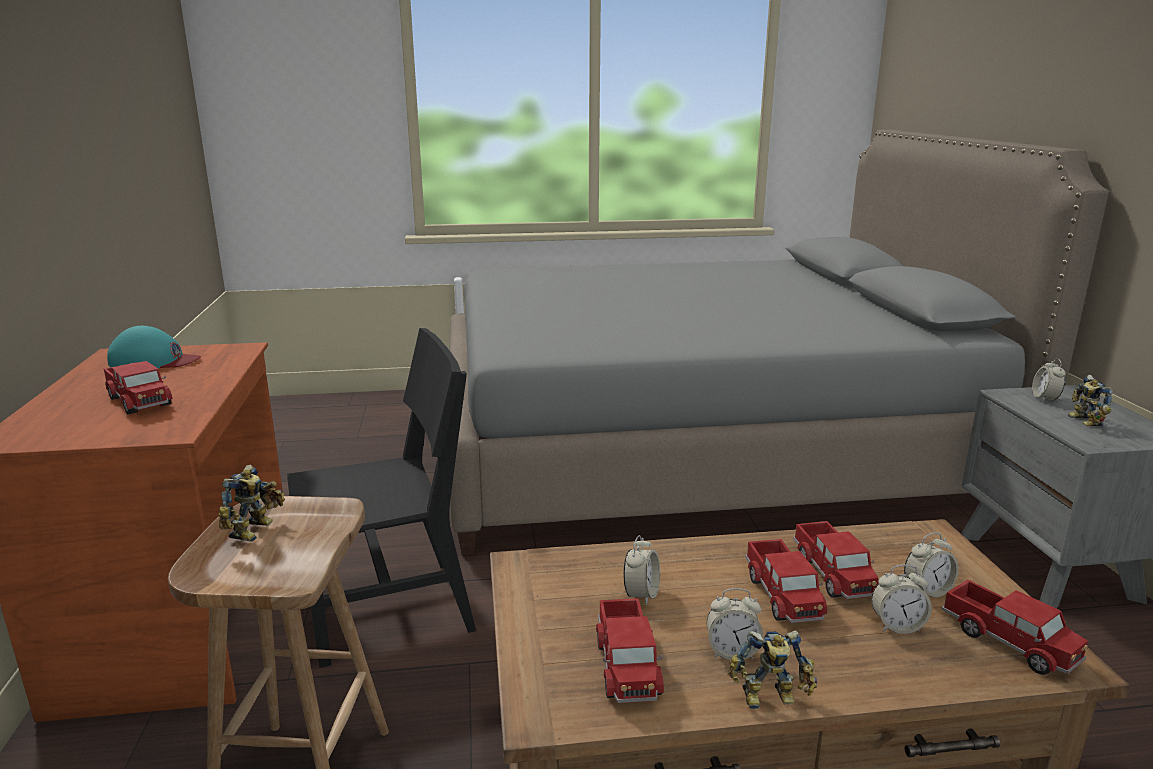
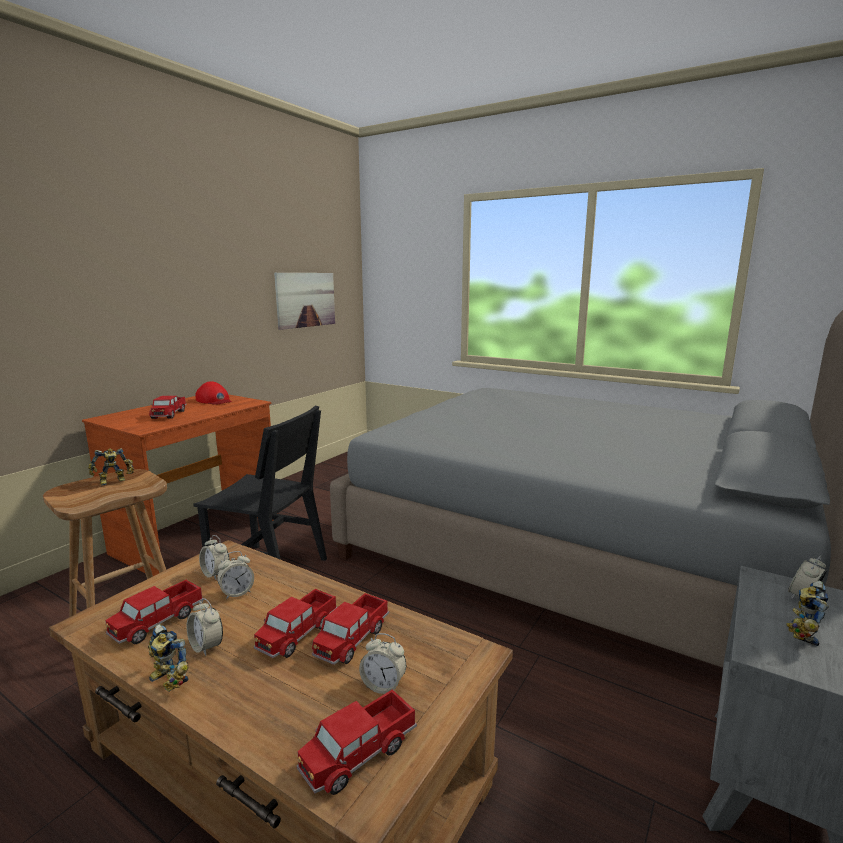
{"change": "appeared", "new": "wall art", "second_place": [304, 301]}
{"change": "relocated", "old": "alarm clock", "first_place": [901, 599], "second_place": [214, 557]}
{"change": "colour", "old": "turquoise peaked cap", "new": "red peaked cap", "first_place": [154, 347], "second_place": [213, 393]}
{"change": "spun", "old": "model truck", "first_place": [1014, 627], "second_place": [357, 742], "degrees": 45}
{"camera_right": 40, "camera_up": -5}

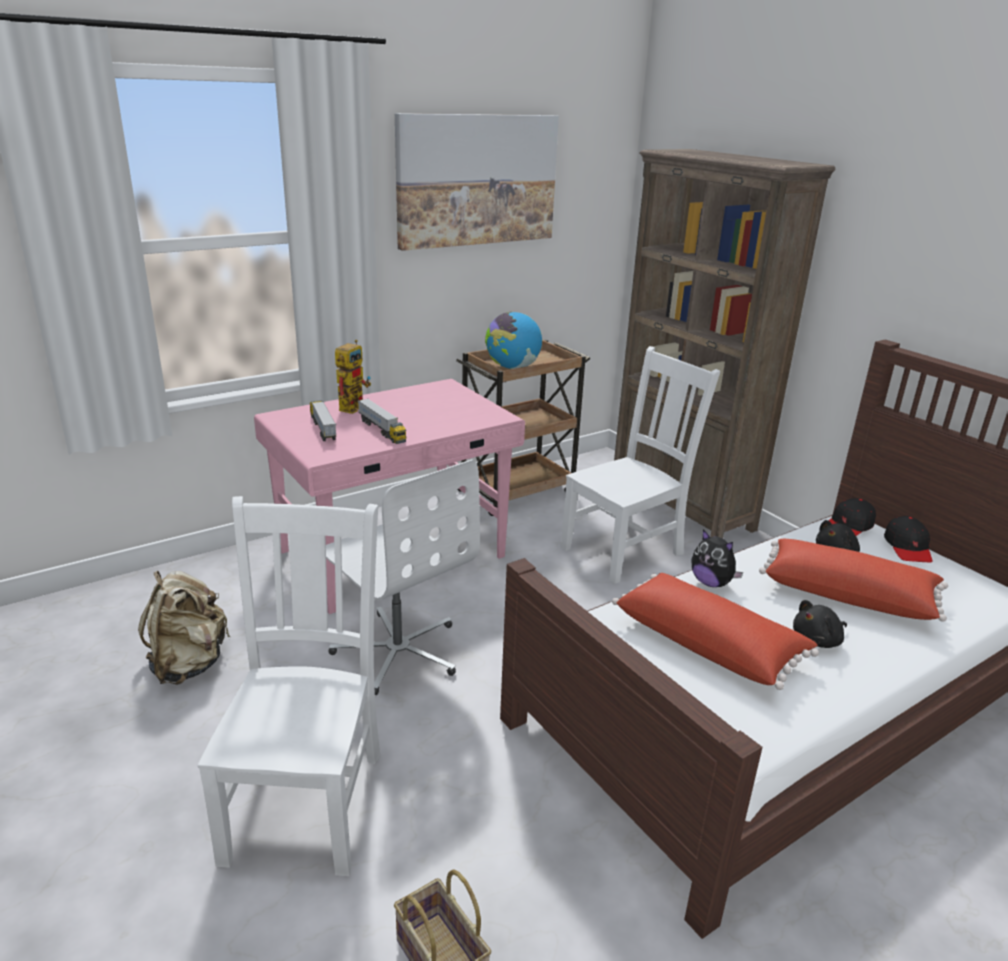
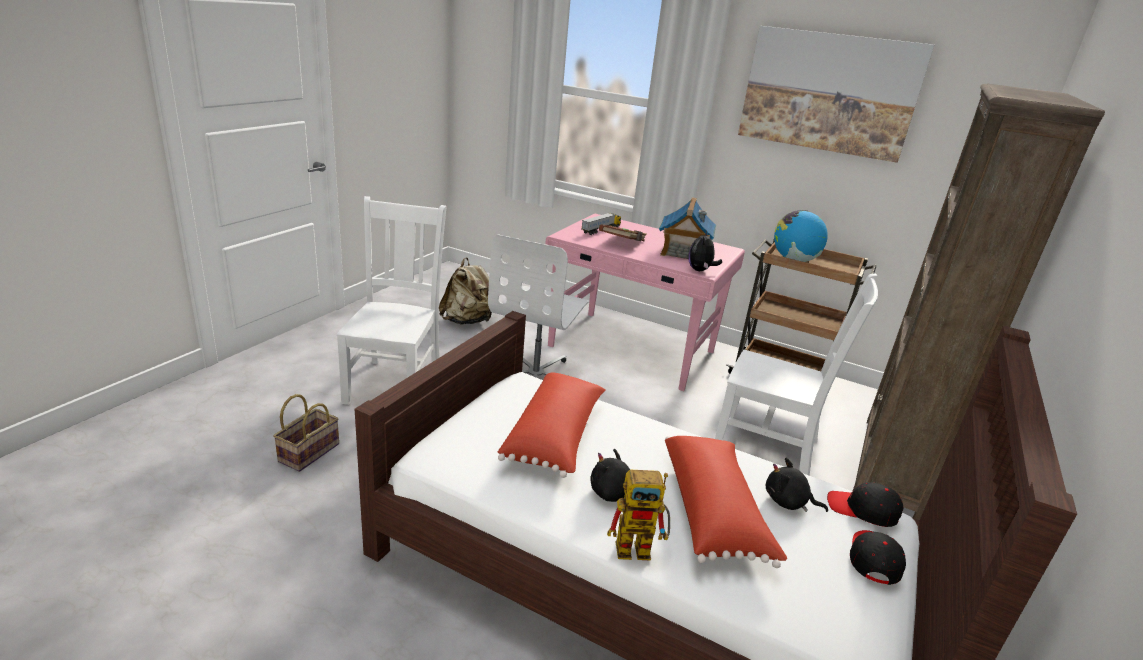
{"change": "appeared", "new": "miniature house", "second_place": [687, 228]}
{"change": "relocated", "old": "toy robot", "first_place": [353, 377], "second_place": [638, 515]}
{"change": "relocated", "old": "cuddly toy", "first_place": [717, 558], "second_place": [705, 251]}
{"change": "exchanged", "old": "model truck", "new": "brown bound book", "first_place": [382, 421], "second_place": [623, 232]}
{"change": "spun", "old": "white-coloured upright chair", "first_place": [289, 686], "second_place": [391, 300], "degrees": -60}
{"change": "spun", "old": "black peaked cap", "first_place": [908, 539], "second_place": [878, 557], "degrees": 135}
{"camera_right": 60, "camera_up": 0}

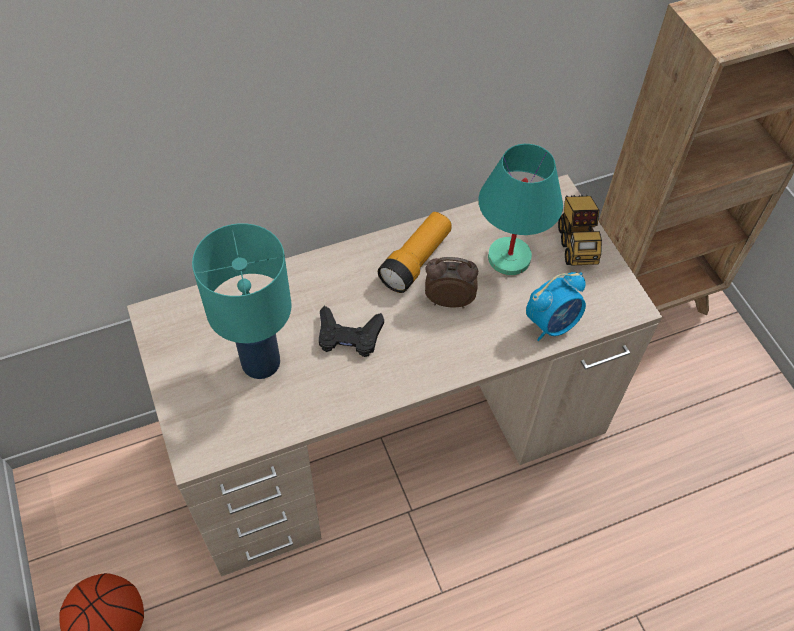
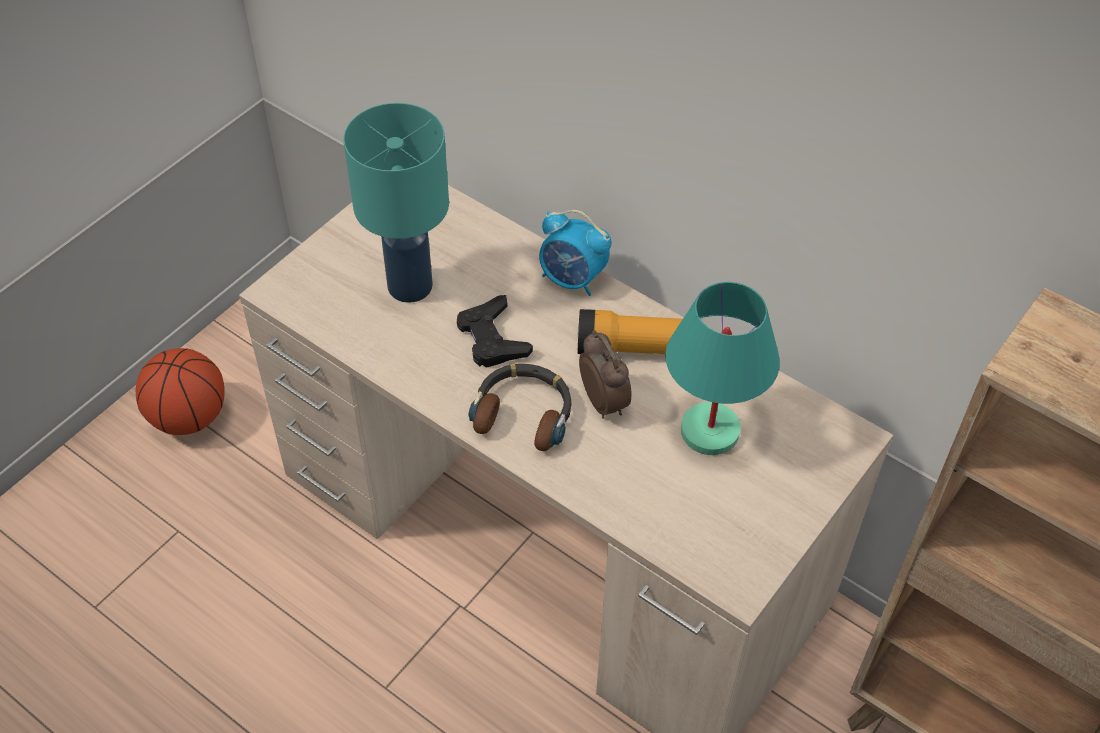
{"change": "missing", "old": "model truck", "first_place": [580, 230]}
{"change": "appeared", "new": "headset", "second_place": [520, 407]}
{"change": "relocated", "old": "alarm clock", "first_place": [556, 306], "second_place": [575, 253]}
{"camera_right": 60, "camera_up": -5}

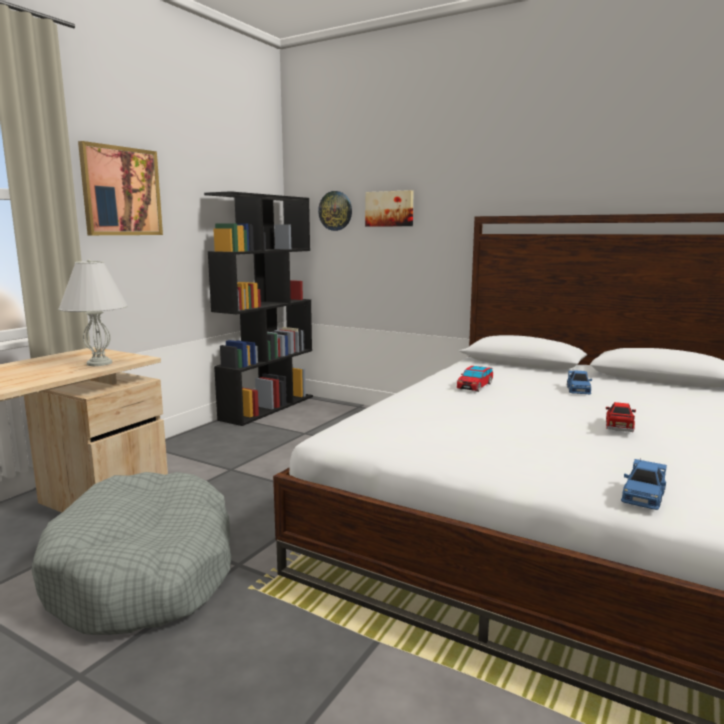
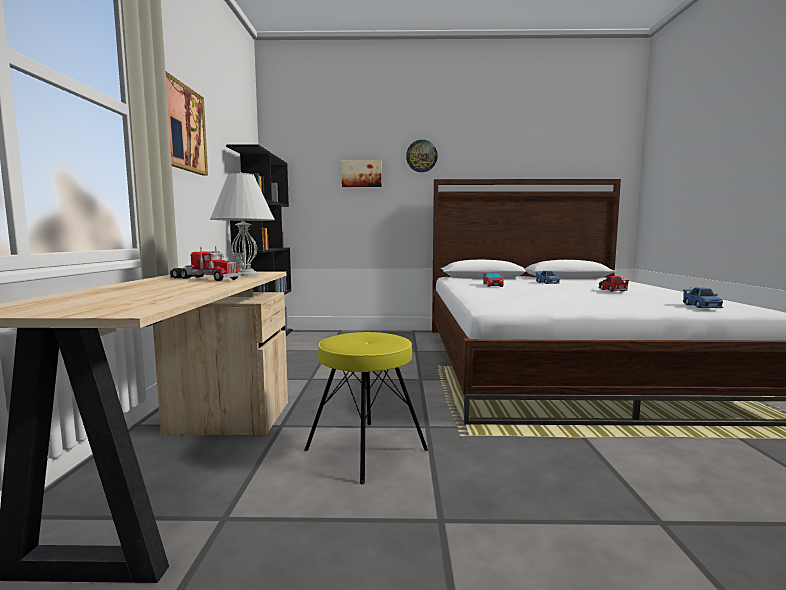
{"change": "appeared", "new": "model truck", "second_place": [205, 263]}
{"change": "relocated", "old": "clock on the wall", "first_place": [335, 211], "second_place": [422, 156]}
{"change": "exchanged", "old": "gray dog cushion", "new": "yellow sitting stool", "first_place": [131, 553], "second_place": [366, 408]}
{"camera_right": -30, "camera_up": -5}

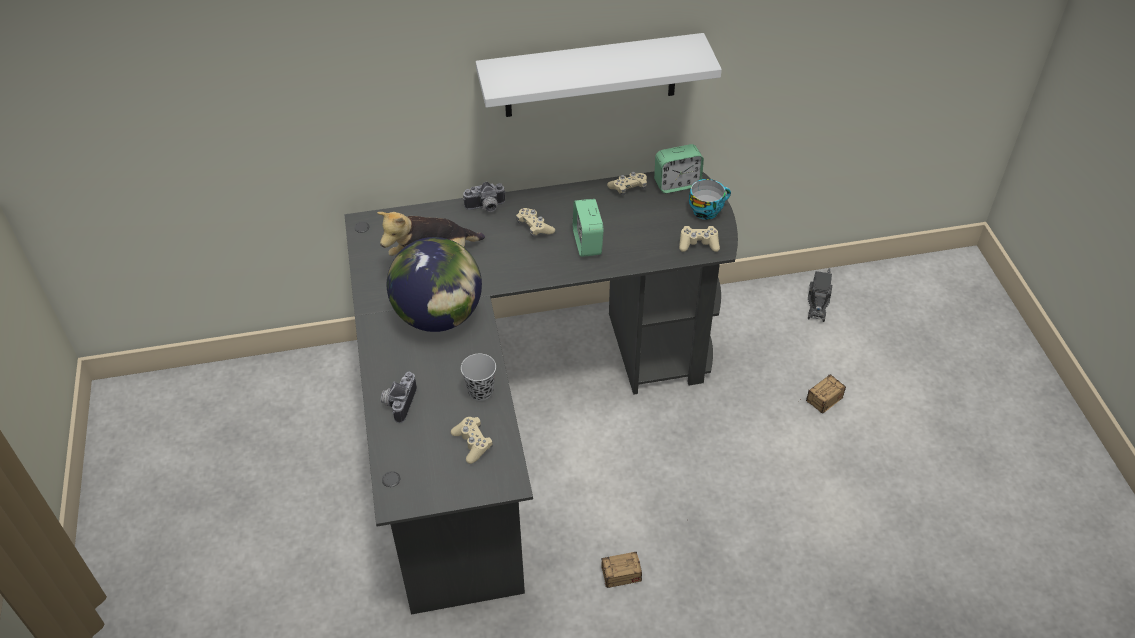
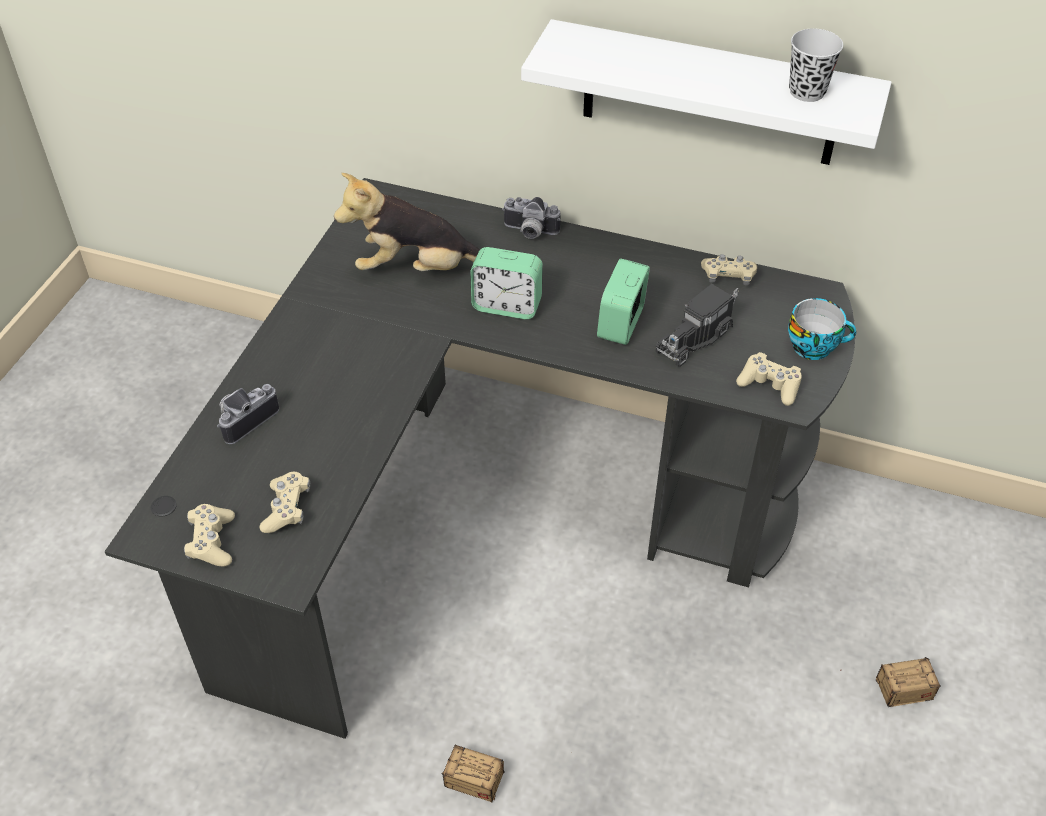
{"change": "missing", "old": "globe", "first_place": [434, 284]}
{"change": "relocated", "old": "black cup", "first_place": [478, 377], "second_place": [816, 65]}
{"change": "relocated", "old": "beige gamepad", "first_place": [535, 222], "second_place": [209, 535]}
{"change": "relocated", "old": "alarm clock", "first_place": [679, 168], "second_place": [506, 283]}
{"change": "relocated", "old": "model truck", "first_place": [820, 295], "second_place": [697, 325]}
{"camera_right": 30, "camera_up": 0}

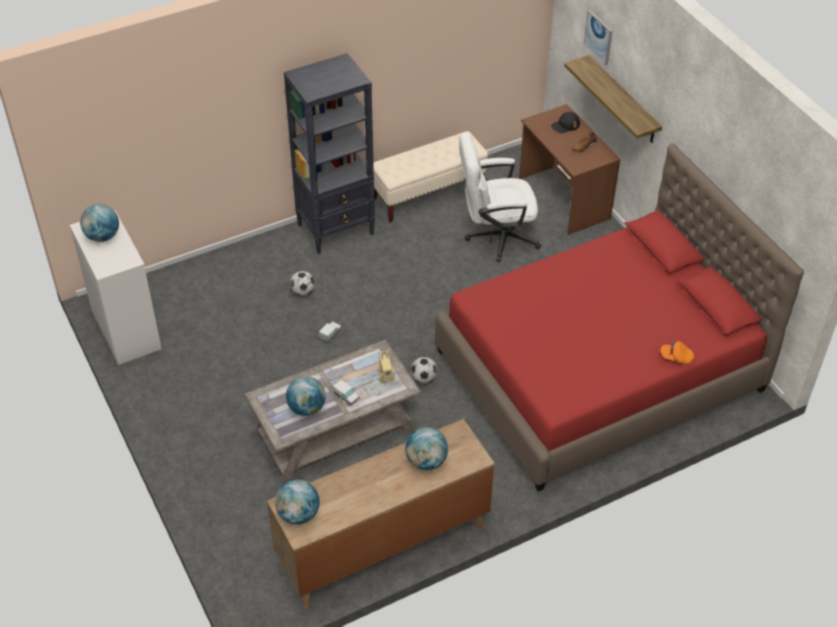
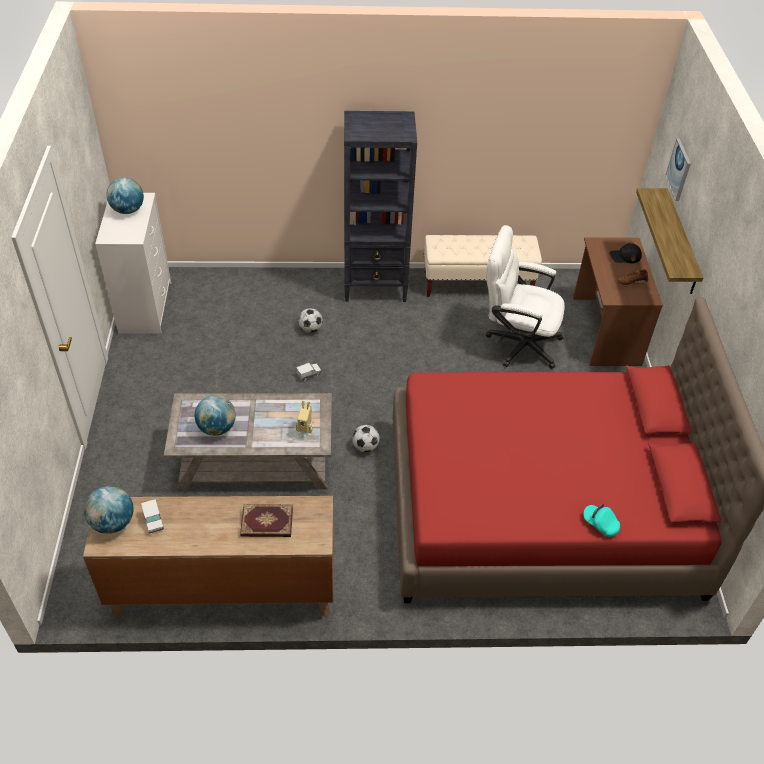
{"change": "relocated", "old": "model truck", "first_place": [346, 392], "second_place": [152, 516]}
{"change": "exchanged", "old": "globe", "new": "bound book", "first_place": [426, 448], "second_place": [266, 520]}
{"change": "colour", "old": "orange peaked cap", "new": "turquoise peaked cap", "first_place": [677, 352], "second_place": [601, 520]}
{"camera_right": 25, "camera_up": 0}

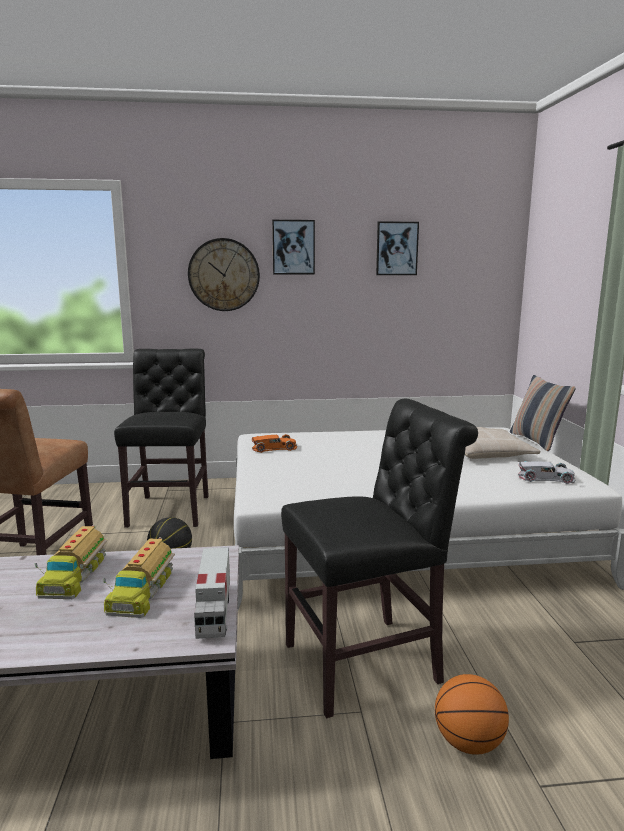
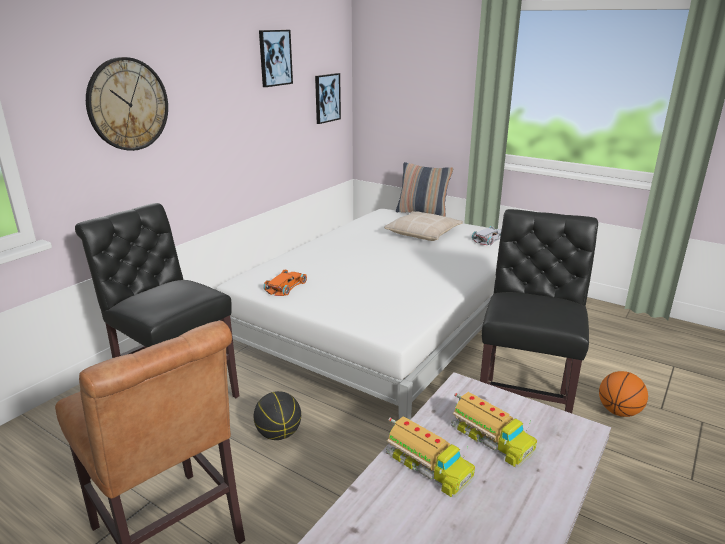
{"change": "missing", "old": "model truck", "first_place": [212, 593]}
{"change": "relocated", "old": "wall art", "first_place": [293, 247], "second_place": [328, 98]}
{"camera_right": -50, "camera_up": 10}

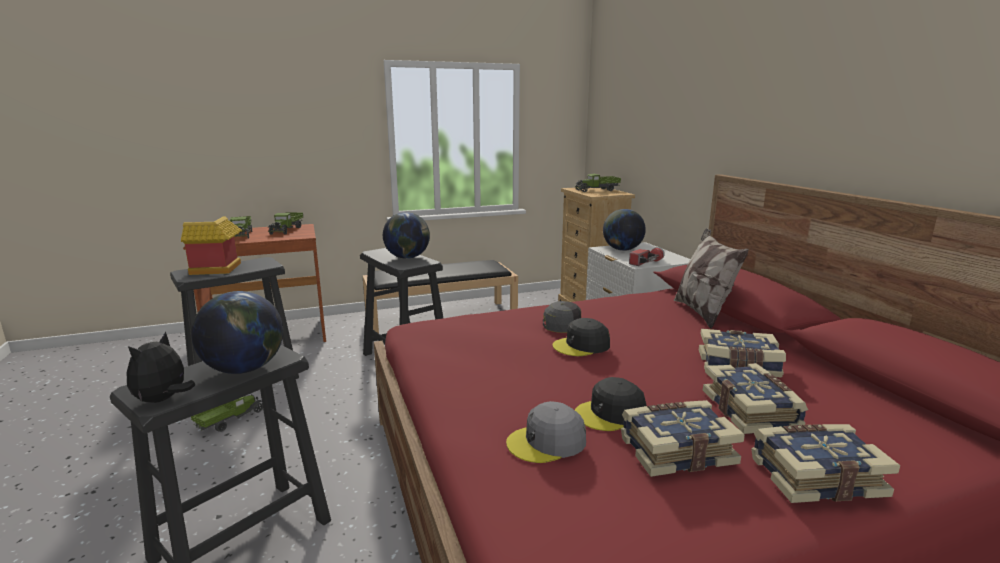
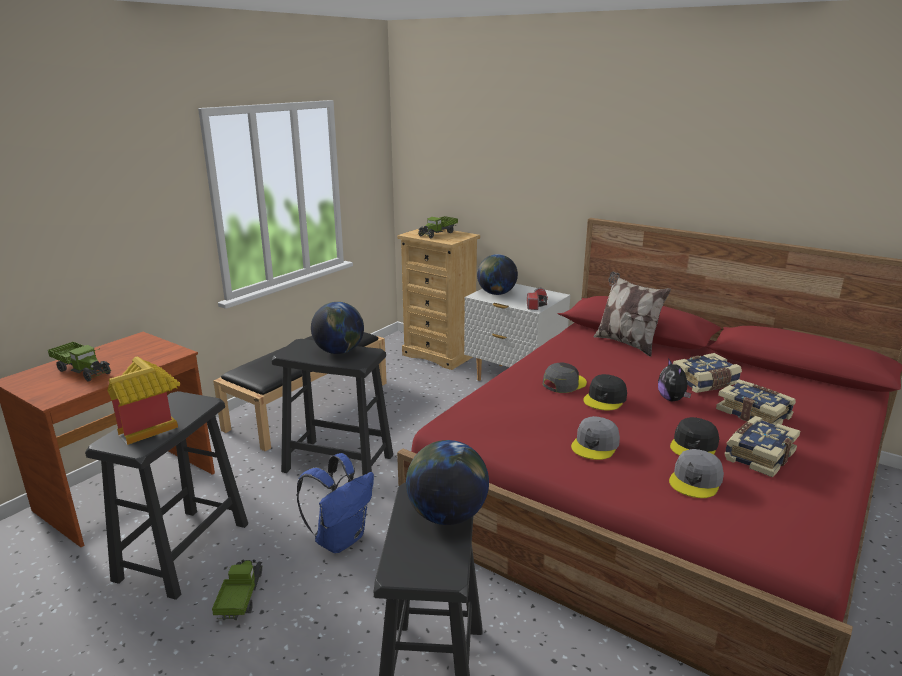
{"change": "missing", "old": "model truck", "first_place": [285, 223]}
{"change": "missing", "old": "bound book", "first_place": [825, 463]}
{"change": "appeared", "new": "bluish knapsack", "second_place": [335, 503]}
{"change": "appeared", "new": "gray peaked cap", "second_place": [595, 438]}
{"change": "relocated", "old": "cuddly toy", "first_place": [161, 367], "second_place": [674, 379]}
{"camera_right": -35, "camera_up": 5}

